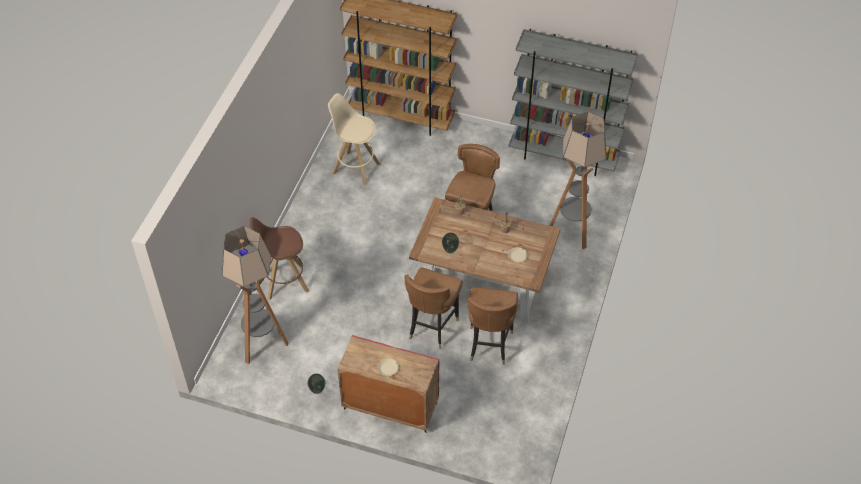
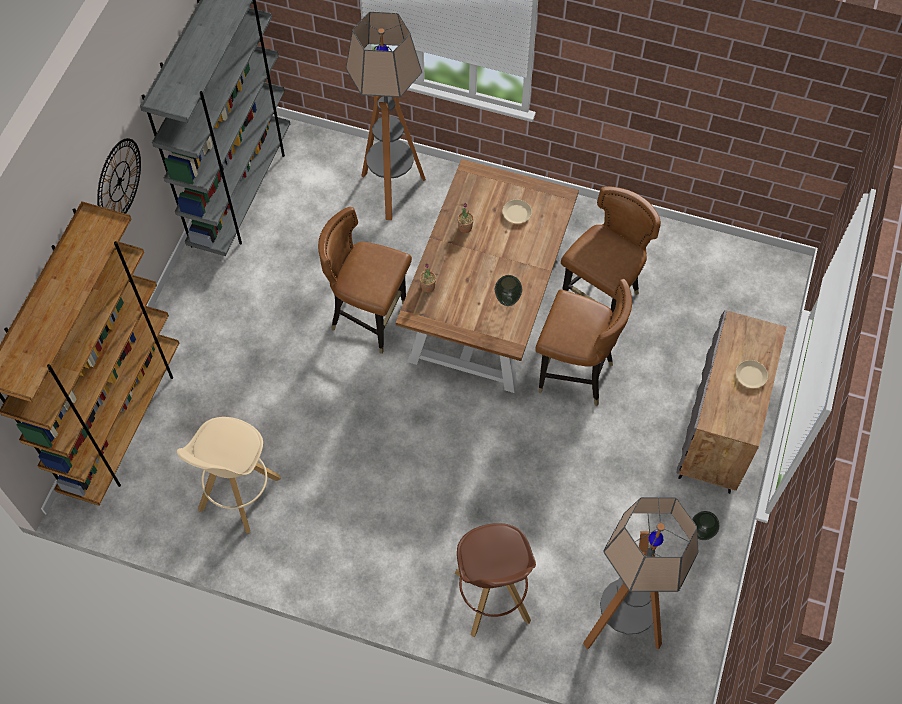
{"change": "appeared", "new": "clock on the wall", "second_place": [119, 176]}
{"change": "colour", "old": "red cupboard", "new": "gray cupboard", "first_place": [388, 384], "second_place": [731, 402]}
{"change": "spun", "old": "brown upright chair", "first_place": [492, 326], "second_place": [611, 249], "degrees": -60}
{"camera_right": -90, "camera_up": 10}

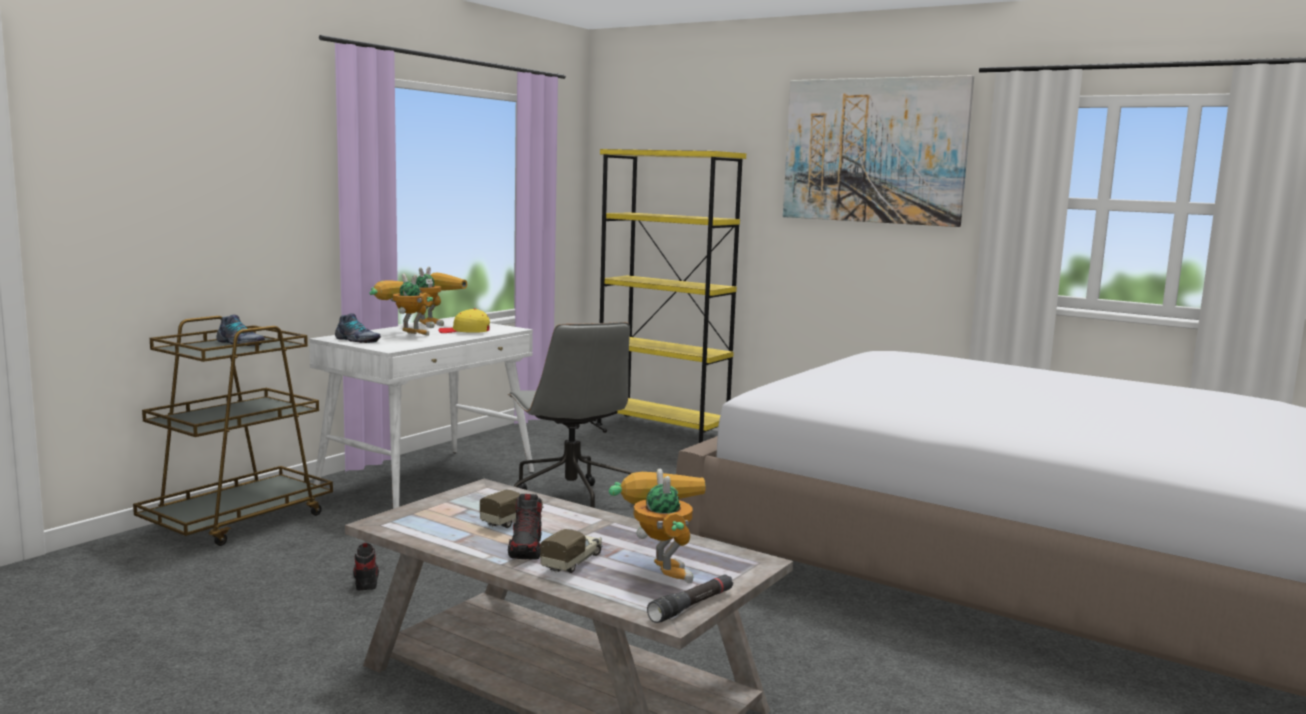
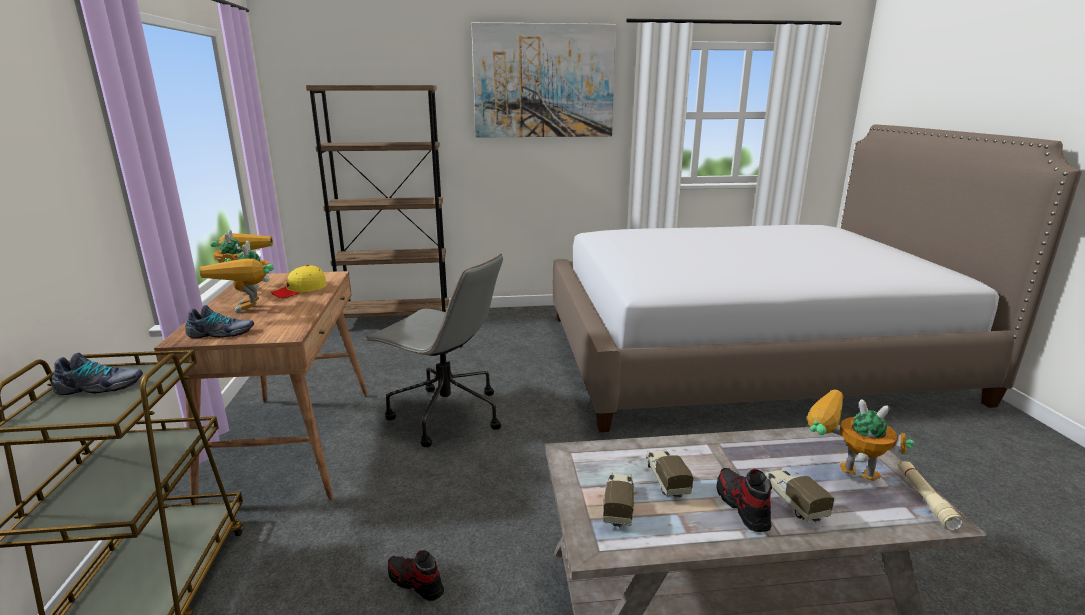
{"change": "appeared", "new": "model truck", "second_place": [618, 500]}
{"change": "colour", "old": "white-coloured desk unit", "new": "brown desk unit", "first_place": [421, 413], "second_place": [261, 387]}
{"change": "colour", "old": "yellow bookcase", "new": "brown bookcase", "first_place": [671, 296], "second_place": [377, 201]}
{"change": "colour", "old": "black hand torch", "new": "beige hand torch", "first_place": [690, 598], "second_place": [931, 496]}
{"change": "spun", "old": "toy robot", "first_place": [401, 304], "second_place": [237, 277], "degrees": -90}
{"change": "spun", "old": "shoe", "first_place": [525, 527], "second_place": [744, 500], "degrees": -150}
{"camera_right": -40, "camera_up": 10}

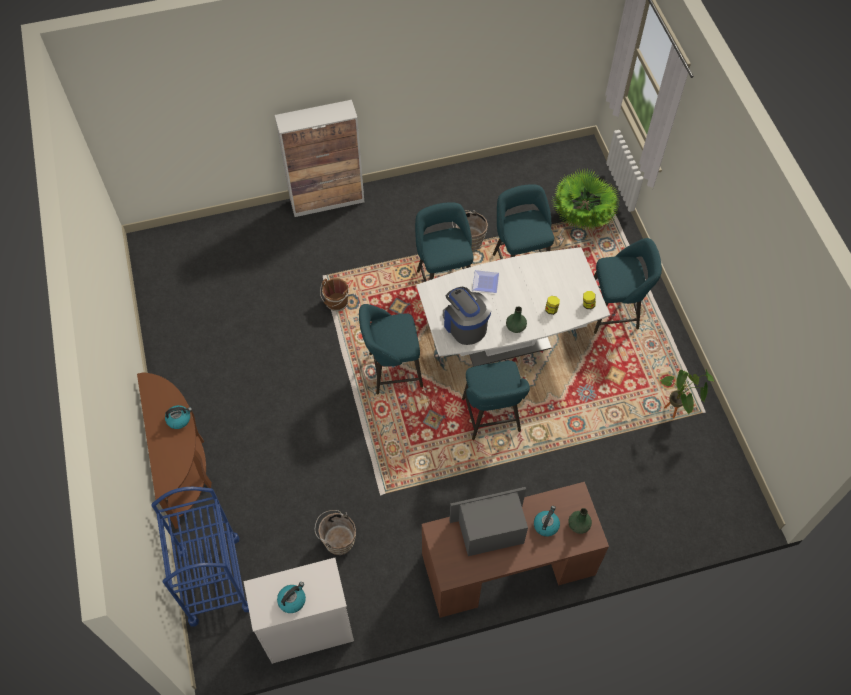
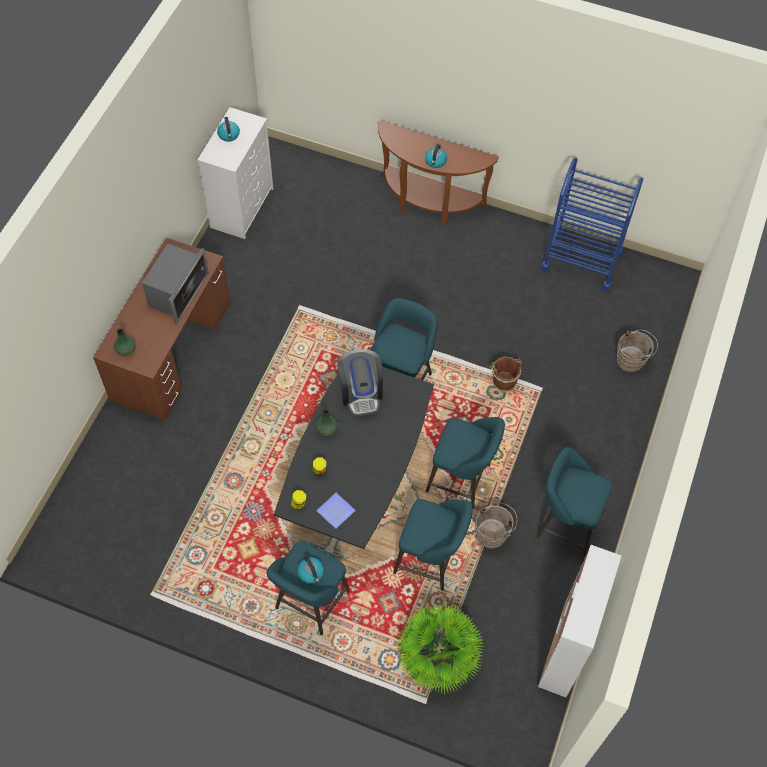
{"change": "missing", "old": "houseplant", "first_place": [687, 394]}
{"change": "relocated", "old": "bluish wheeled cart", "first_place": [200, 557], "second_place": [592, 224]}
{"change": "relocated", "old": "cupboard", "first_place": [319, 158], "second_place": [579, 621]}
{"change": "relocated", "old": "brown water bucket", "first_place": [335, 532], "second_place": [637, 351]}
{"change": "relocated", "old": "turquoise sitting stool", "first_place": [496, 400], "second_place": [574, 502]}
{"change": "relocated", "old": "plate", "first_place": [485, 281], "second_place": [336, 511]}
{"change": "relocated", "old": "kettle", "first_place": [547, 521], "second_place": [310, 570]}
{"change": "colour", "old": "white-coloured dining table", "new": "black dining table", "first_place": [513, 307], "second_place": [354, 458]}
{"change": "spun", "old": "coffee machine", "first_place": [467, 316], "second_place": [360, 382], "degrees": 75}
{"camera_right": 125, "camera_up": 0}

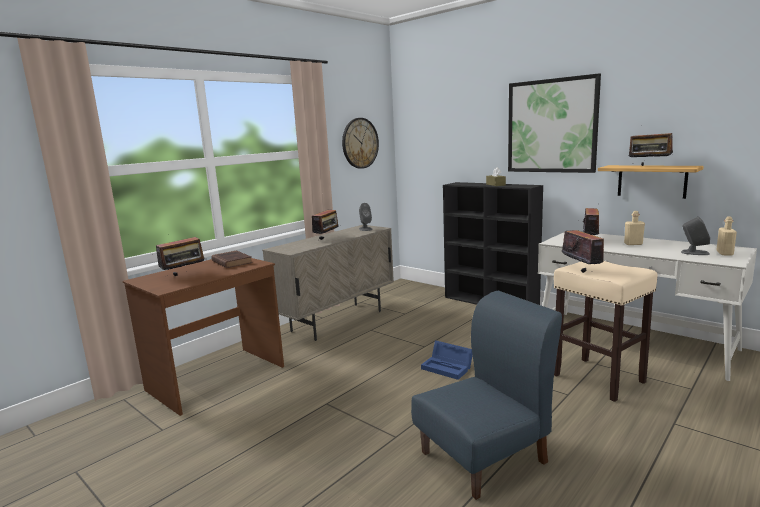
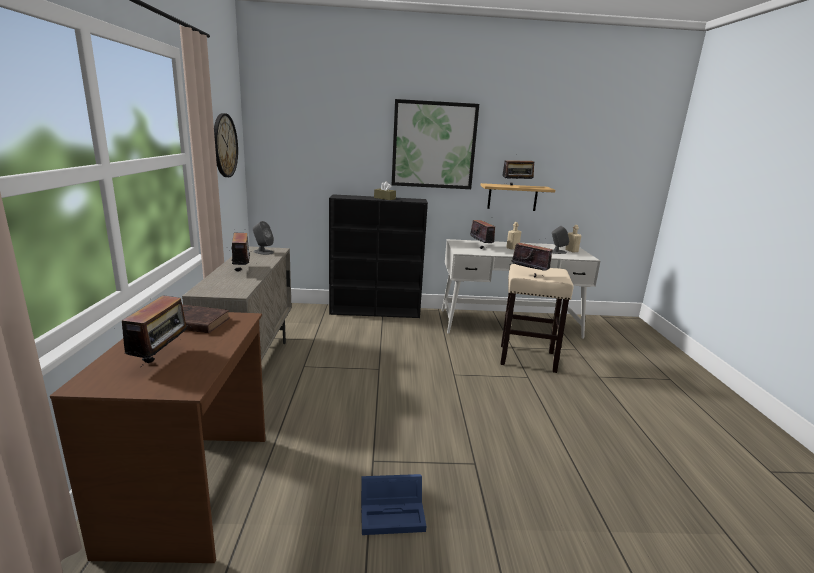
{"change": "missing", "old": "bluish upright chair", "first_place": [486, 395]}
{"change": "relocated", "old": "bluish storage bin", "first_place": [447, 360], "second_place": [393, 504]}
{"camera_right": -45, "camera_up": 5}

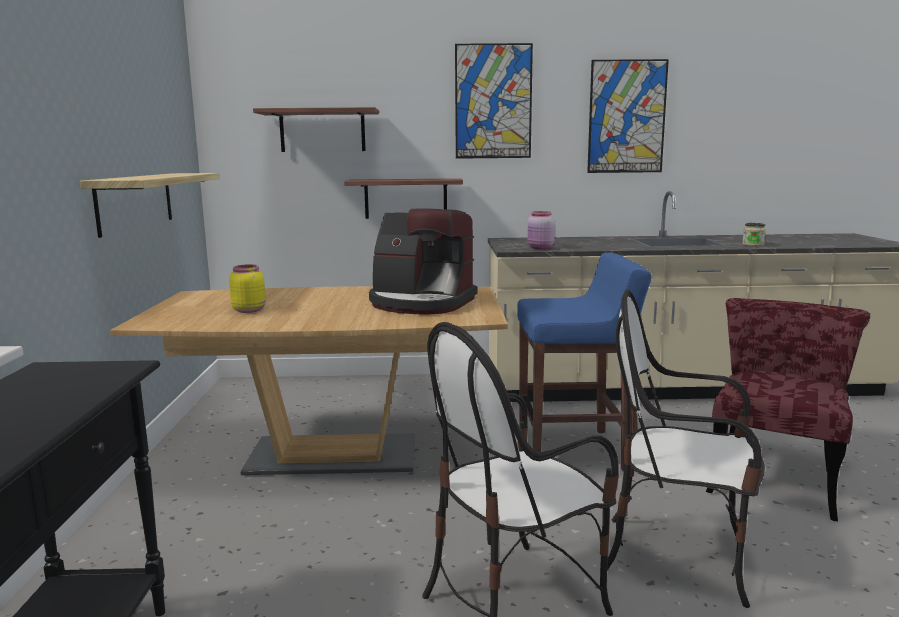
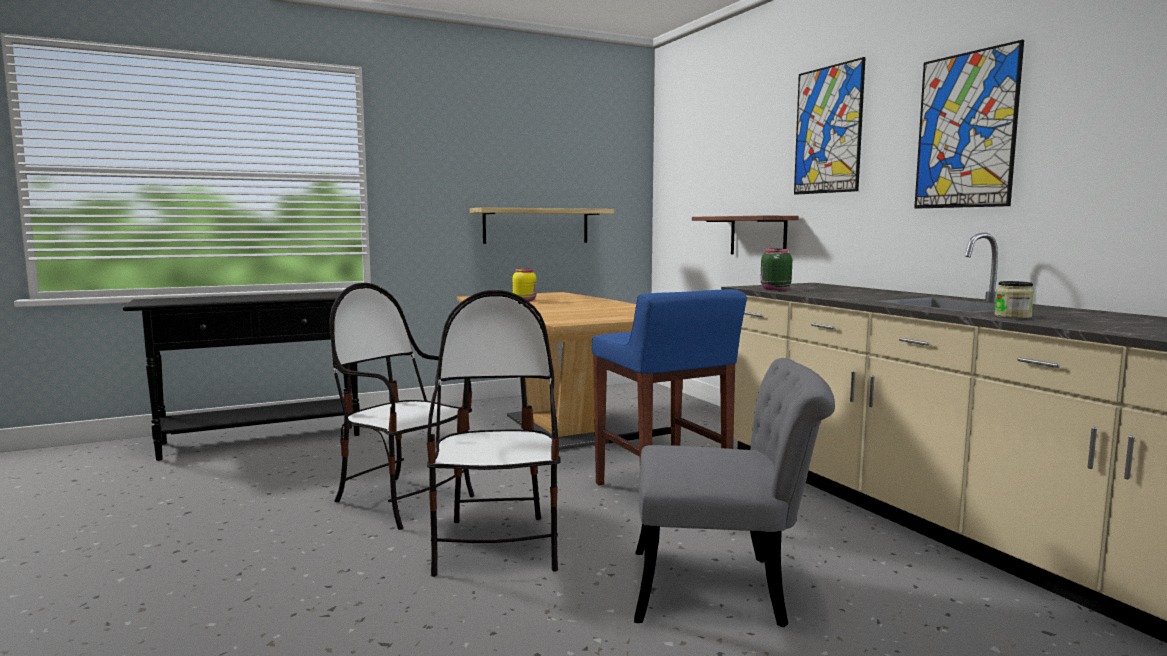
{"change": "missing", "old": "bracket shelf", "first_place": [316, 129]}
{"change": "missing", "old": "coffee machine", "first_place": [423, 261]}
{"change": "colour", "old": "pink-coloured storage jar", "new": "green storage jar", "first_place": [541, 230], "second_place": [776, 269]}
{"change": "colour", "old": "red upright chair", "new": "gray upright chair", "first_place": [788, 409], "second_place": [734, 492]}
{"camera_right": 65, "camera_up": -5}

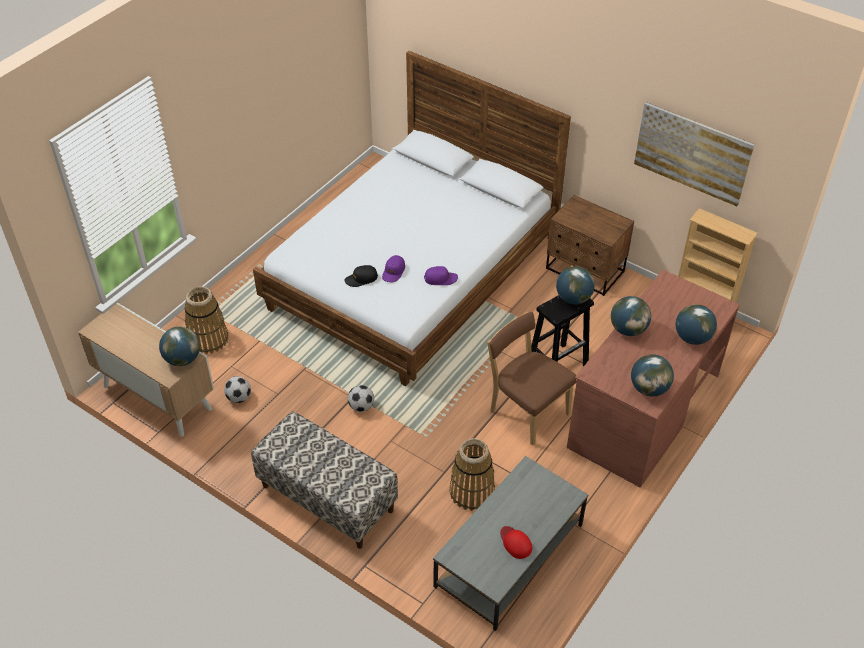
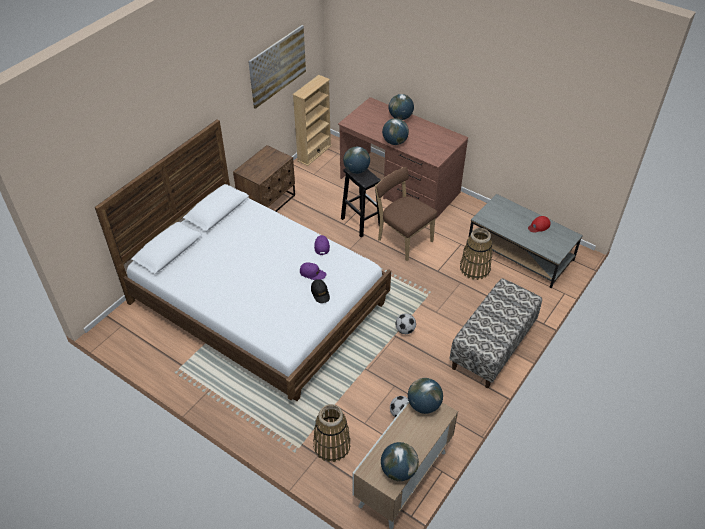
{"change": "relocated", "old": "globe", "first_place": [652, 375], "second_place": [400, 461]}
{"change": "spun", "old": "brown upright chair", "first_place": [532, 379], "second_place": [406, 214], "degrees": 90}
{"camera_right": -90, "camera_up": 0}

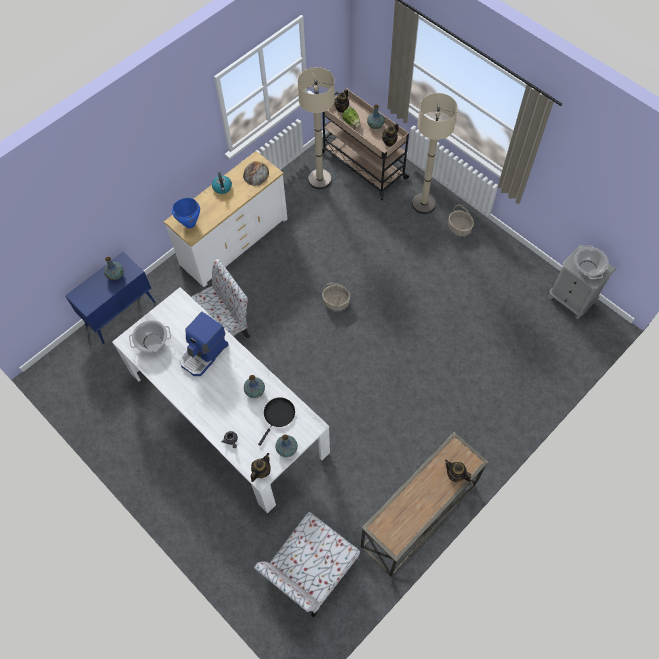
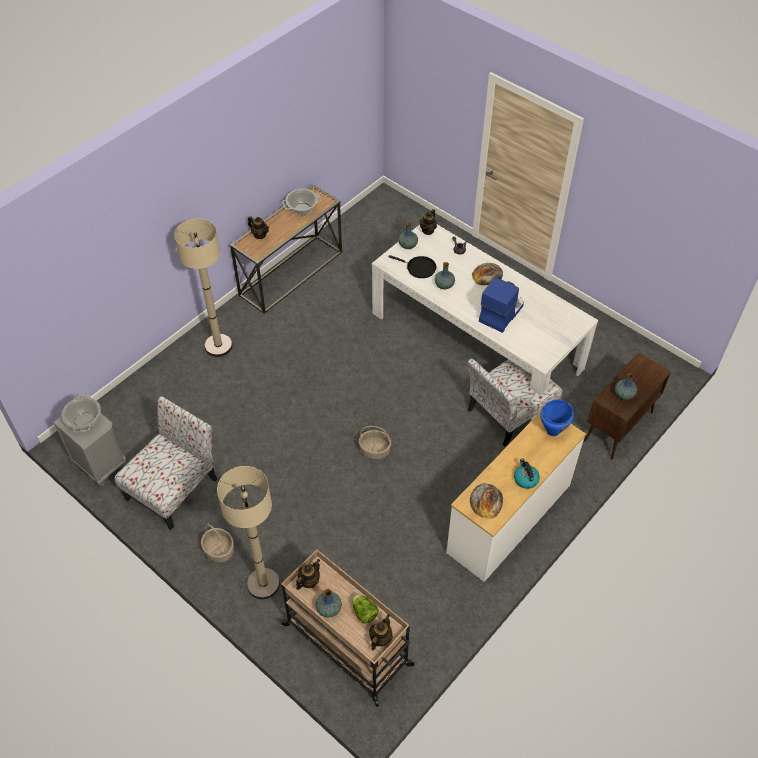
{"change": "appeared", "new": "baked bread", "second_place": [487, 274]}
{"change": "relocated", "old": "saucepot", "first_place": [150, 336], "second_place": [301, 202]}
{"change": "relocated", "old": "upright chair", "first_place": [307, 564], "second_place": [166, 463]}
{"change": "relocated", "old": "beige standard lamp", "first_place": [316, 128], "second_place": [203, 288]}
{"change": "colour", "old": "bluish cupboard", "new": "brown cupboard", "first_place": [110, 298], "second_place": [627, 405]}
{"change": "spun", "old": "black skillet", "first_place": [276, 421], "second_place": [412, 266], "degrees": -90}
{"camera_right": 175, "camera_up": -10}

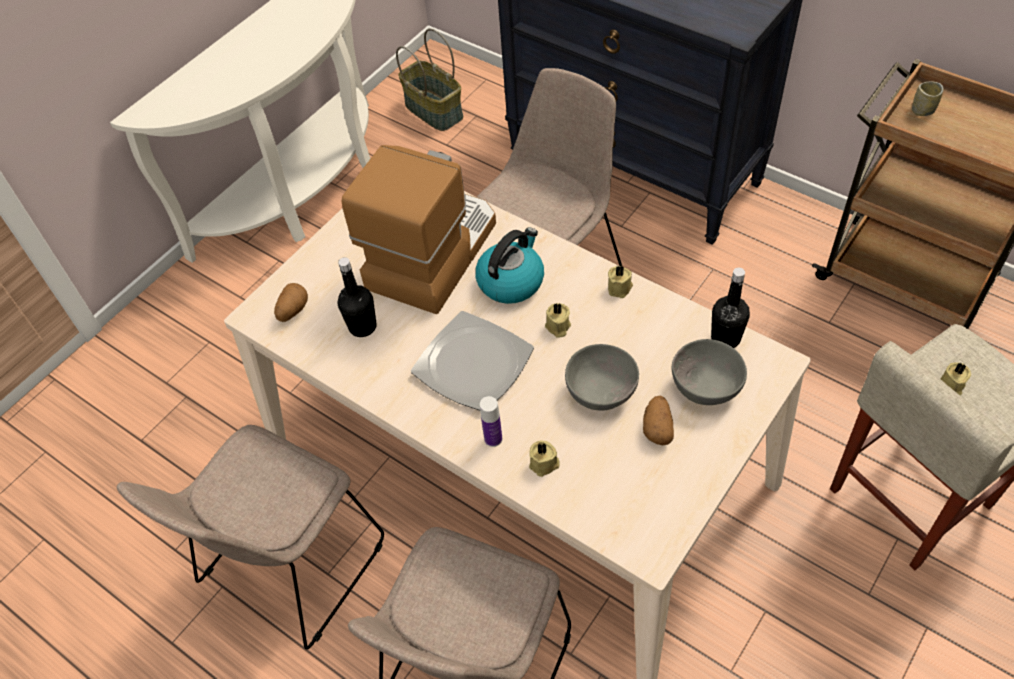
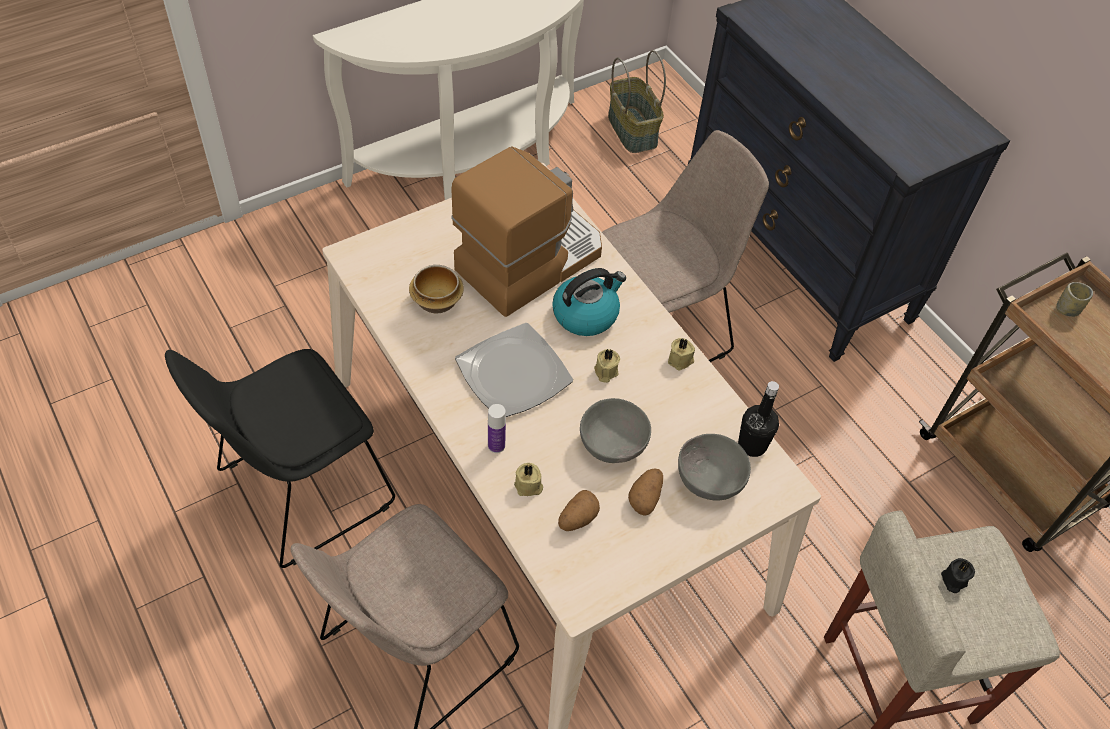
{"change": "relocated", "old": "potato", "first_place": [291, 302], "second_place": [579, 510]}
{"change": "exchanged", "old": "black beverage bottle", "new": "deep dish", "first_place": [357, 297], "second_place": [436, 289]}
{"change": "colour", "old": "beige upright chair", "new": "black upright chair", "first_place": [250, 537], "second_place": [280, 458]}
{"change": "colour", "old": "beige wax candle", "new": "black wax candle", "first_place": [956, 379], "second_place": [958, 575]}
{"camera_right": 15, "camera_up": 0}

